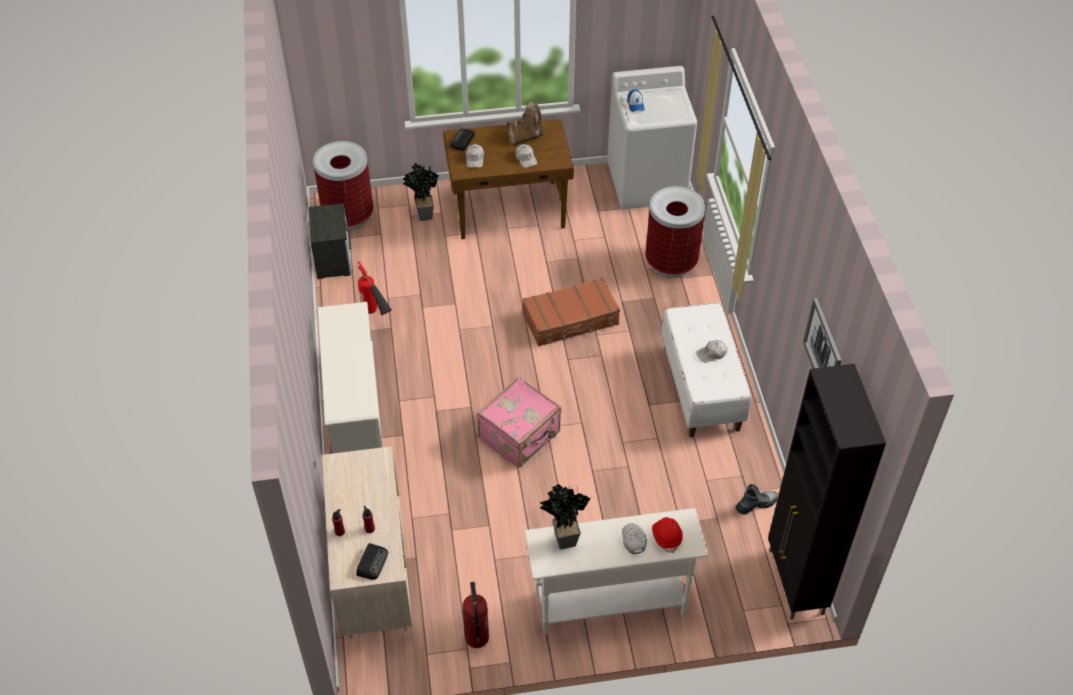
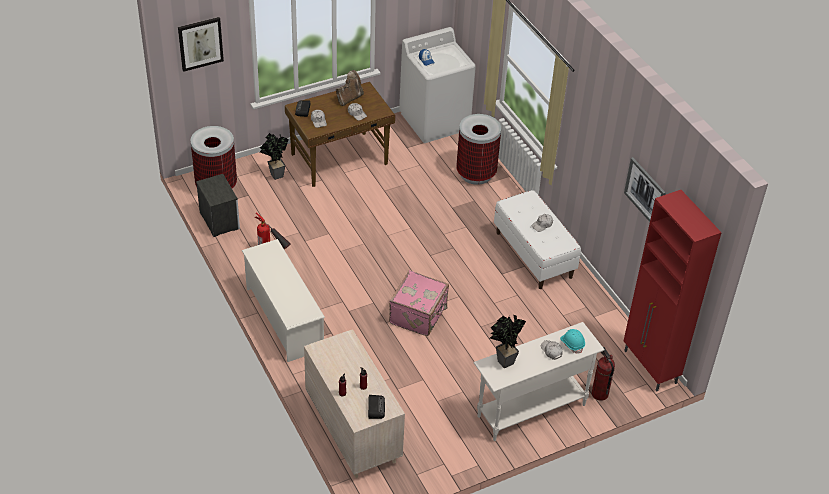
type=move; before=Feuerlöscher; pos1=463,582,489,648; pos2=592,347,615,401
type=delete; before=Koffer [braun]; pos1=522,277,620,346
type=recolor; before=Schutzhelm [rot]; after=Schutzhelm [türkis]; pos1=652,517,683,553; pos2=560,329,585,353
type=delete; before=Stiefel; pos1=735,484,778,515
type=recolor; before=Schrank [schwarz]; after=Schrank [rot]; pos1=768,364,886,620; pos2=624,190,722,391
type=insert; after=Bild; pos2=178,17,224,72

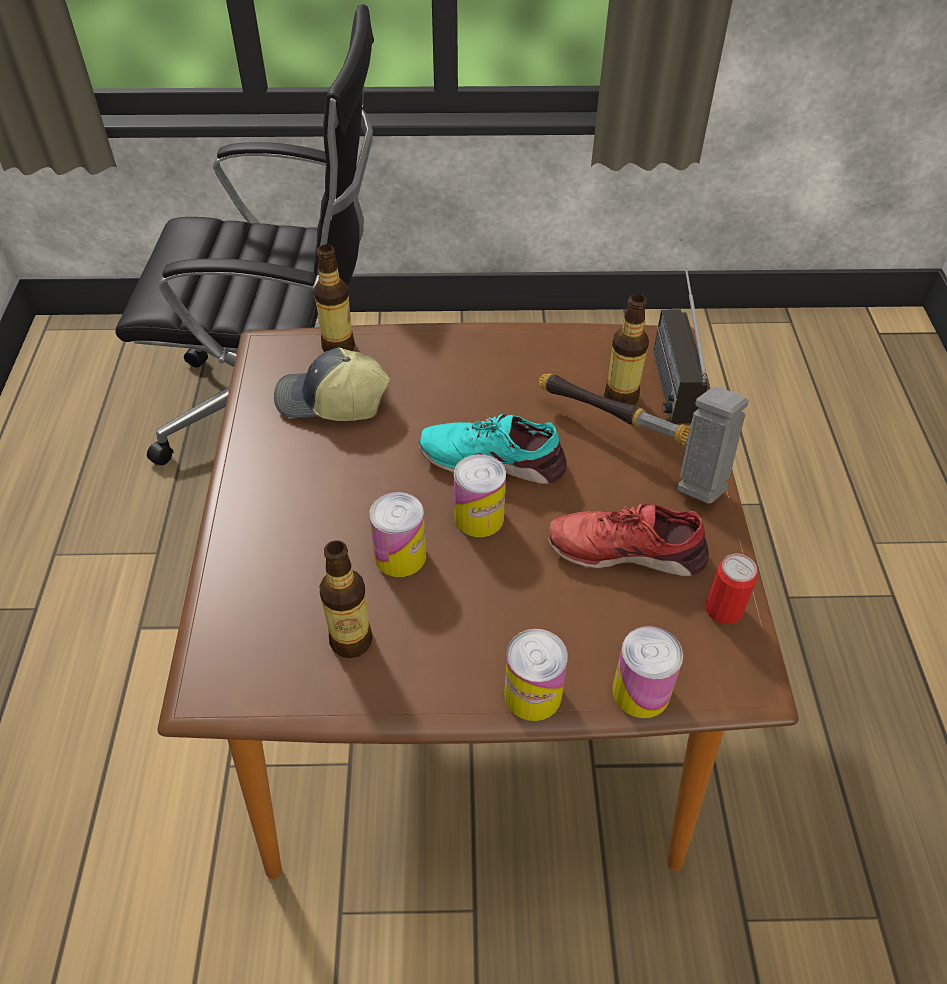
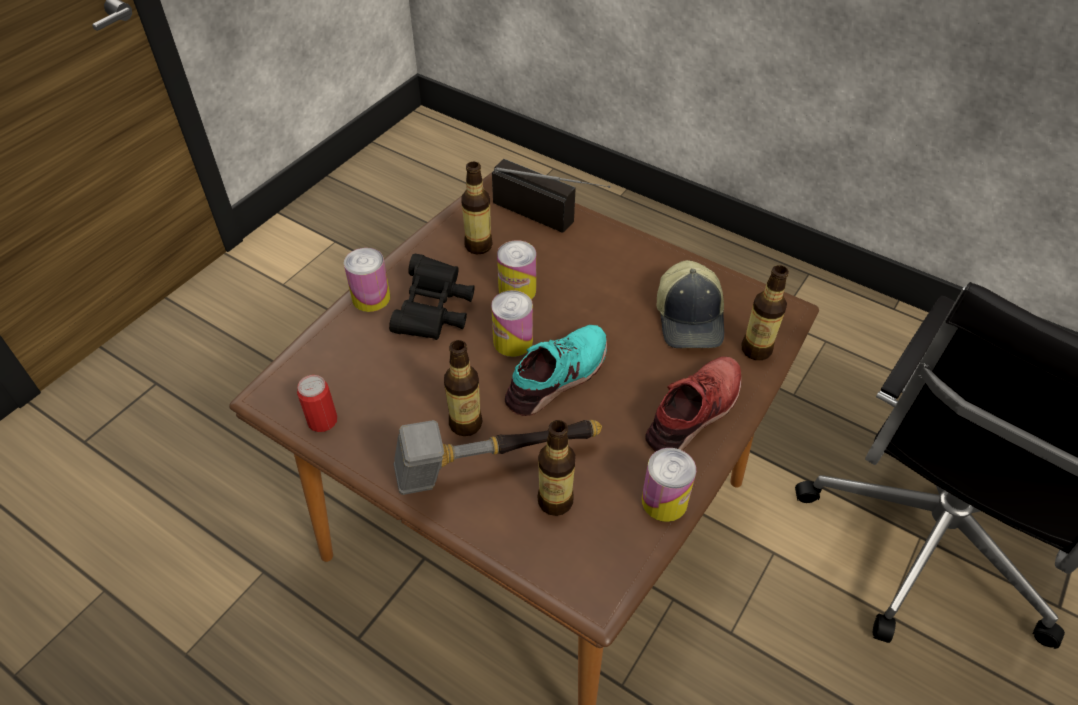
type=rotate; before=Kappe; pos1=274,347,390,421; pos2=656,260,724,348; turn=135
type=move; before=Schuh [rot]; pos1=548,504,709,577; pos2=645,356,742,451
type=move; before=Dose; pos1=612,626,683,718; pos2=642,448,696,522
type=move; before=Radio; pos1=653,238,708,424; pos2=492,159,610,233
type=insert; after=Fernglas [schwarz]; pos2=389,254,475,340
type=insert; after=Flasche; pos2=444,340,483,436

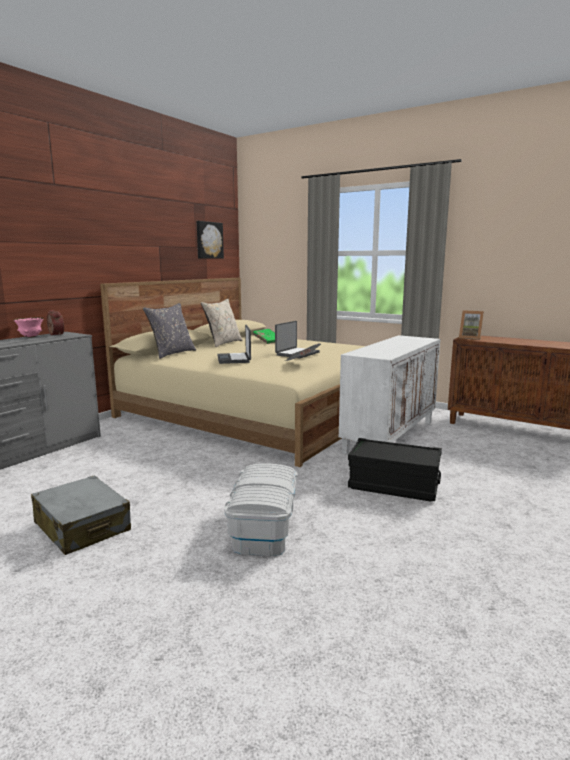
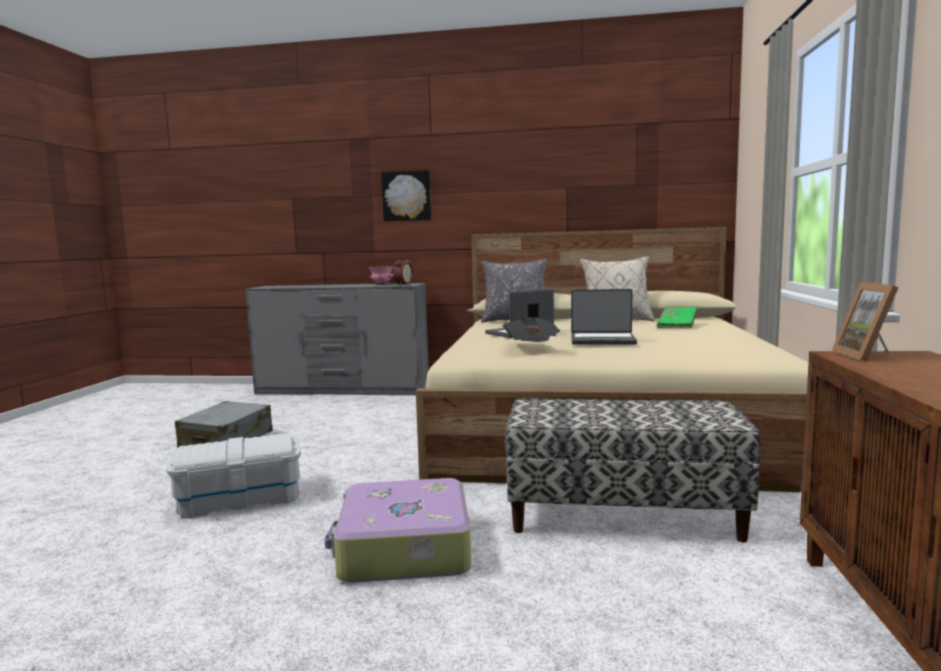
type=move; before=Bild; pos1=197,221,224,259; pos2=381,170,431,221
type=replace; before=Schrank [weiß]; after=Bank; pos1=339,335,440,454; pos2=505,399,761,543
type=replace; before=Aufbewahrungsbox [schwarz]; after=Koffer; pos1=348,438,442,502; pos2=325,478,471,582

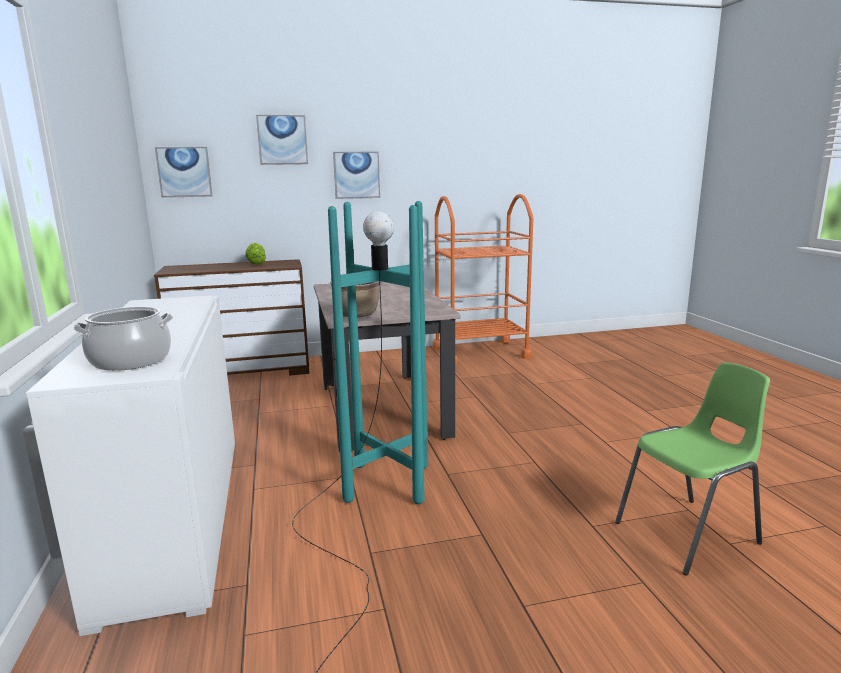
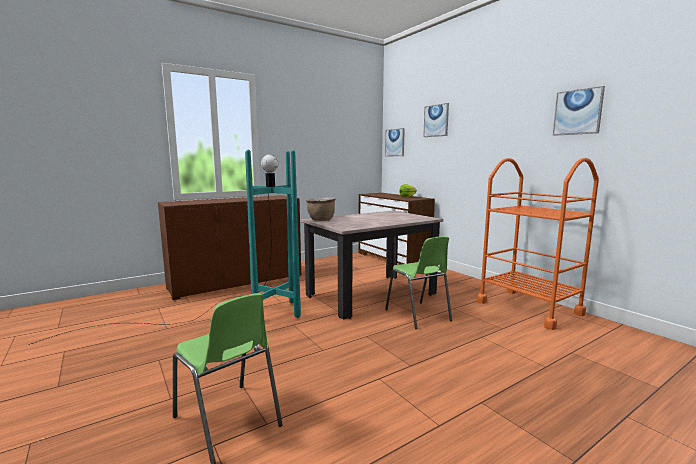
type=recolor; before=Schrank [weiß]; after=Schrank [braun]; pos1=26,295,235,636; pos2=158,195,301,300
type=delete; before=Kochtopf; pos1=73,307,173,371
type=move; before=Bild; pos1=333,151,380,199; pos2=553,86,605,136
type=insert; after=Stuhl [grün]; pos2=385,236,452,329

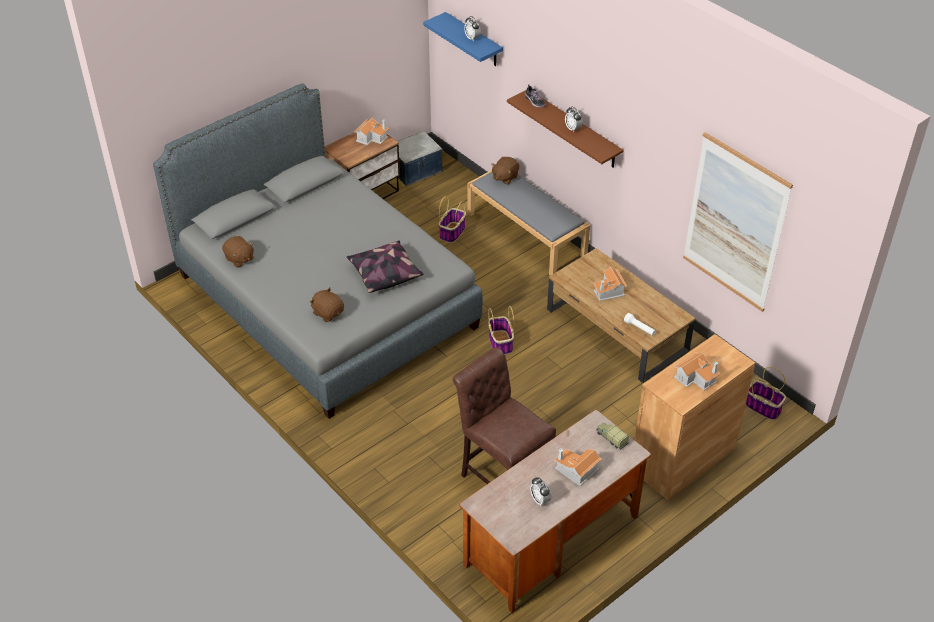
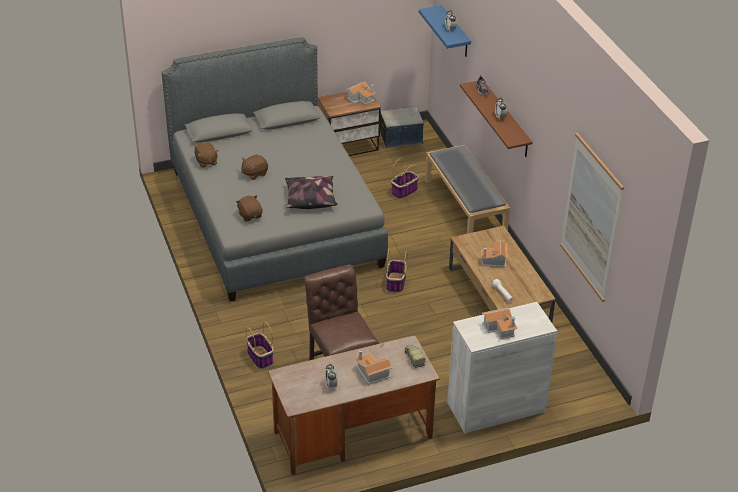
type=move; before=Plüschtier [braun]; pos1=491,157,519,185; pos2=241,154,268,180
type=recolor; before=Schrank [braun]; after=Schrank [weiß]; pos1=635,334,755,500; pos2=447,302,557,433
type=move; before=Korb; pos1=745,367,786,420; pos2=246,321,274,369

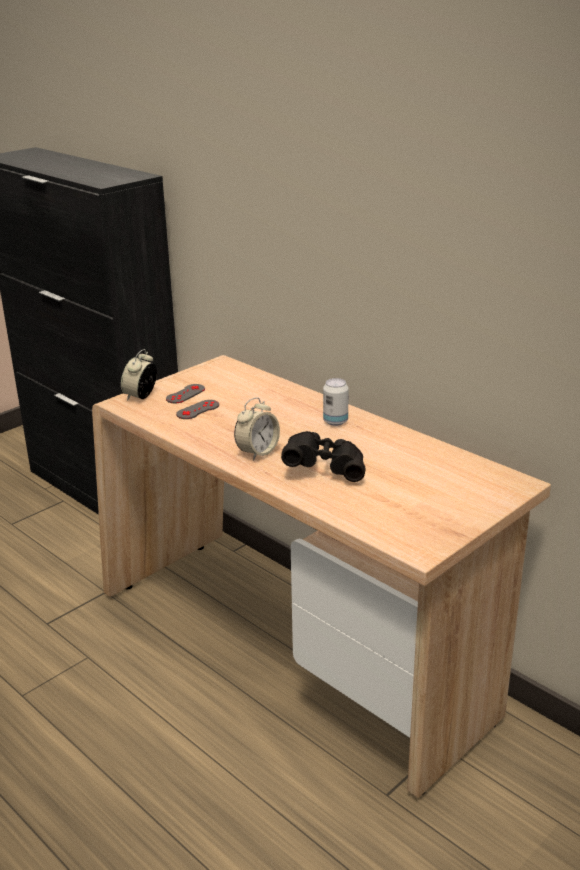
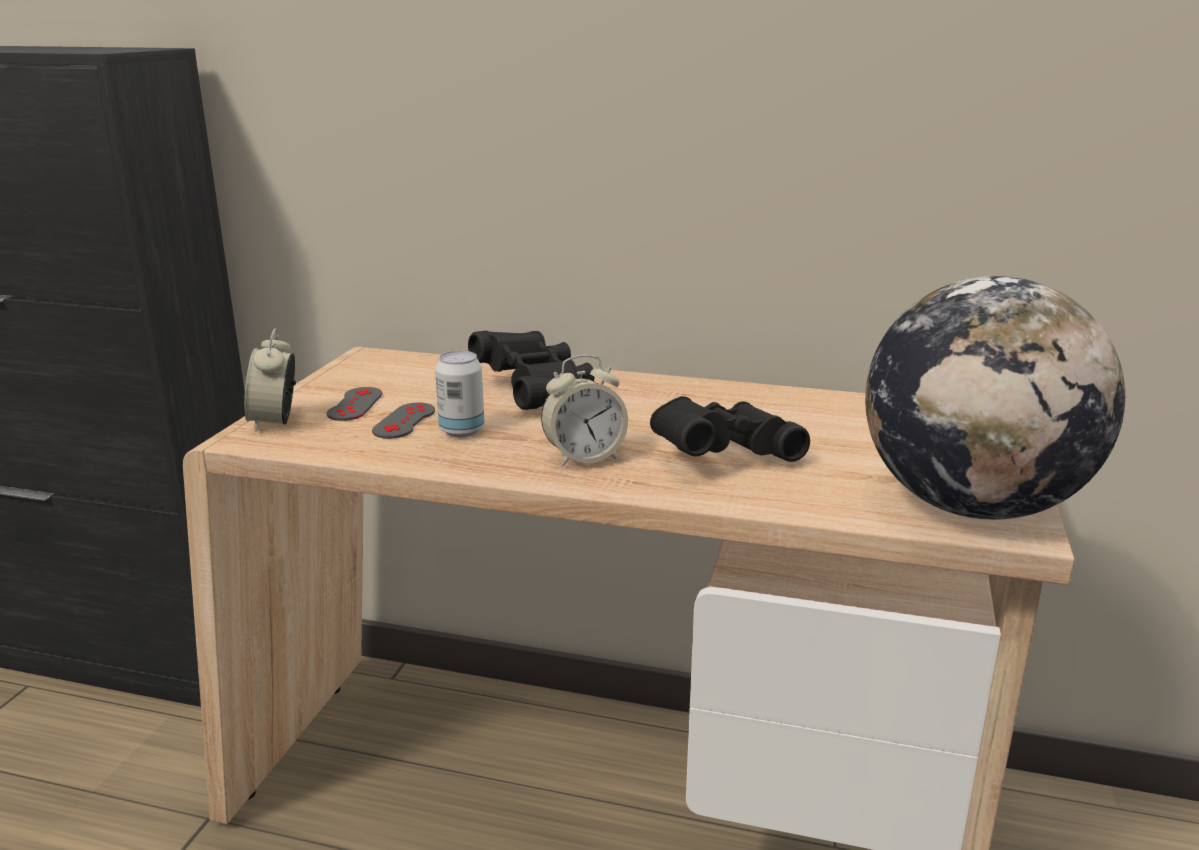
type=rotate; before=Wecker; pos1=234,397,280,460; pos2=541,355,628,467; turn=60
type=move; before=Dose; pos1=323,378,349,426; pos2=435,351,485,437
type=insert; after=Fernglas [schwarz]; pos2=468,331,594,410
type=insert; after=Globus; pos2=865,276,1125,520

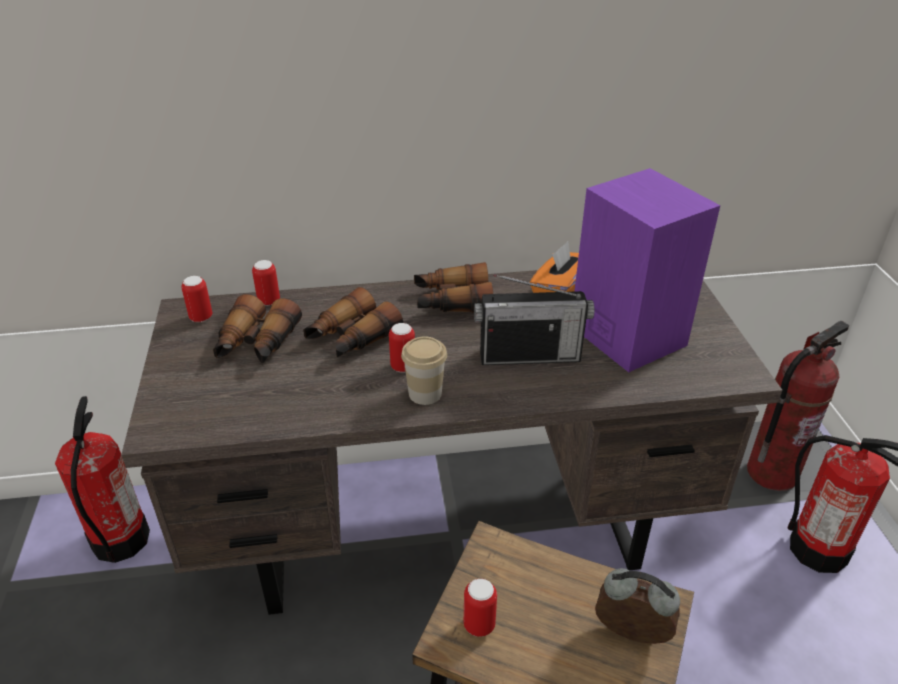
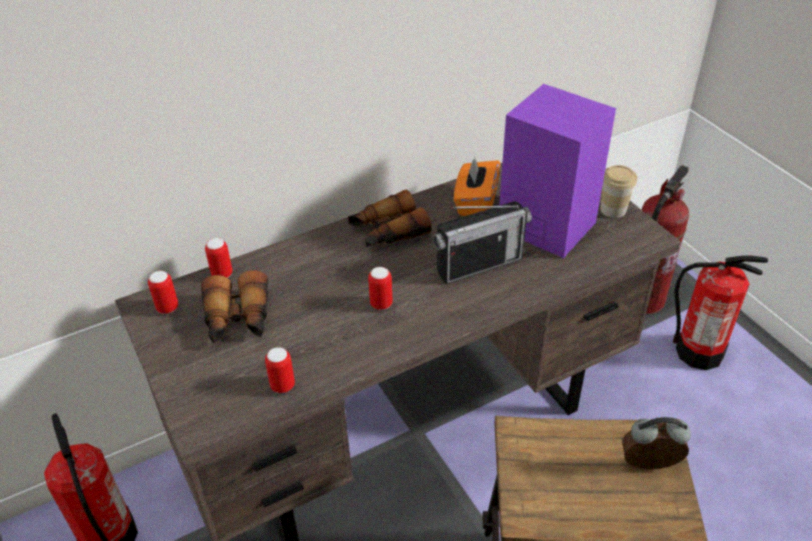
type=delete; before=Fernglas; pos1=303,287,403,357
type=move; before=Tasse; pos1=401,337,447,405; pos2=601,165,637,218
type=move; before=Dose; pos1=464,579,497,637; pos2=265,347,295,393

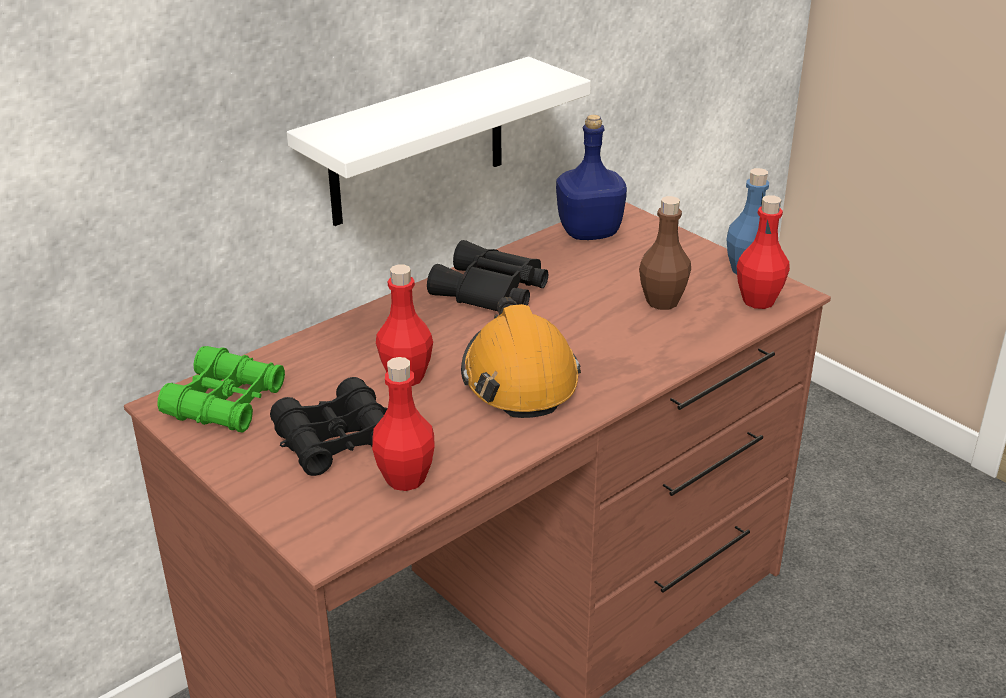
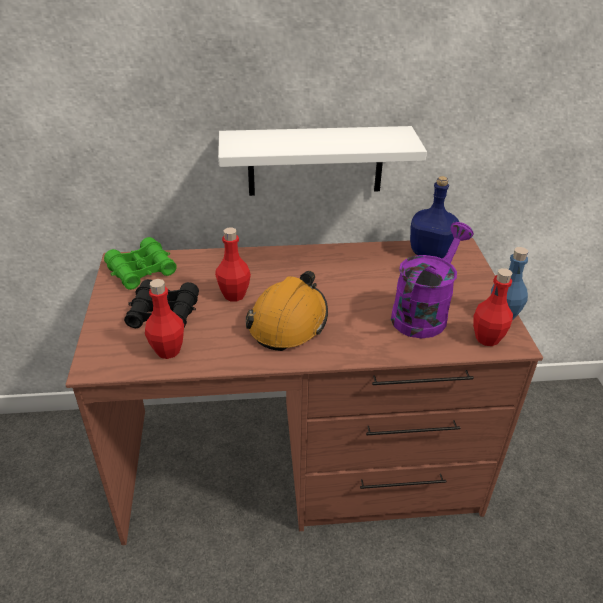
type=delete; before=Fernglas [schwarz]; pos1=427,240,548,311
type=replace; before=Flasche [braun]; after=Gießkanne [lila]; pos1=639,196,691,310; pos2=391,222,474,338

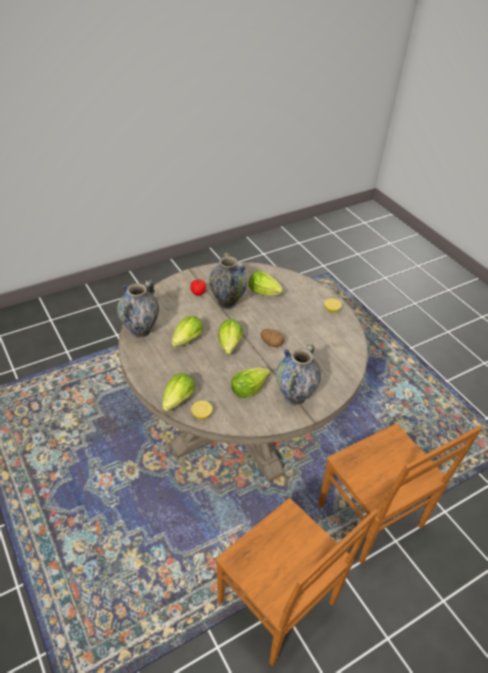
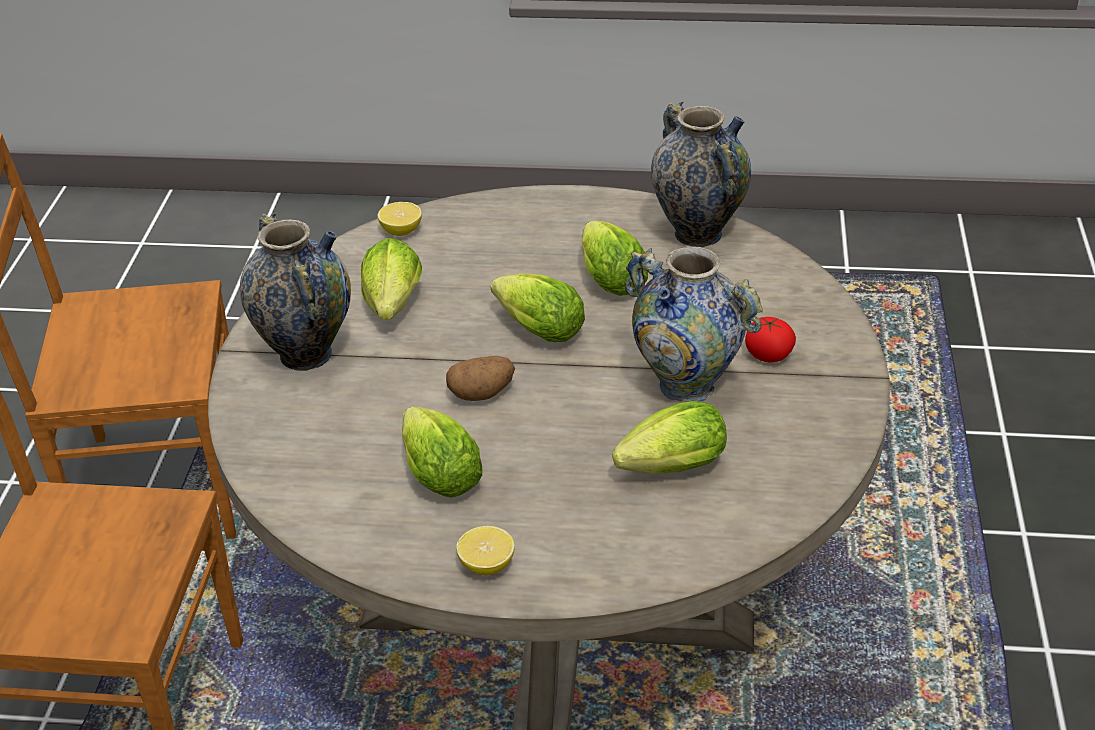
type=move; before=Salatkopf; pos1=162,373,195,411; pos2=402,406,482,498

